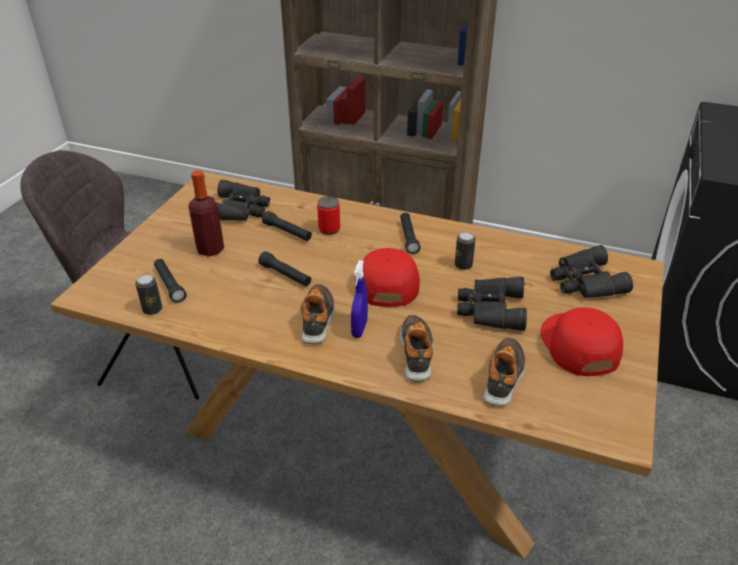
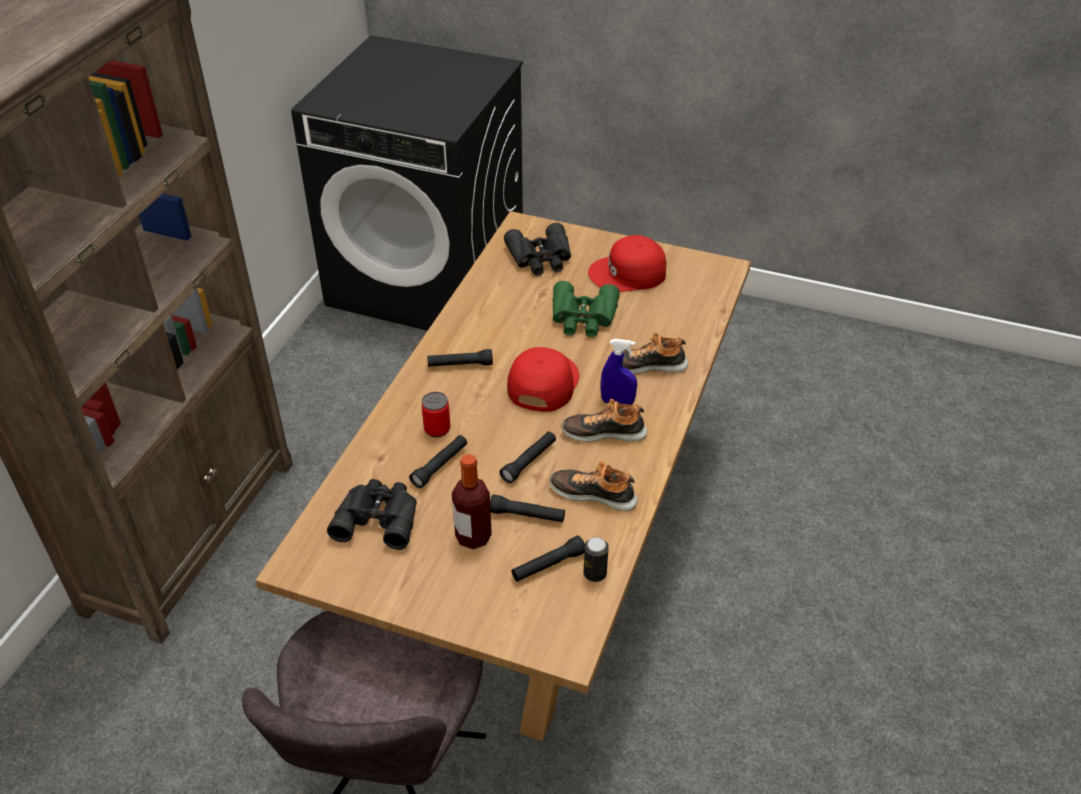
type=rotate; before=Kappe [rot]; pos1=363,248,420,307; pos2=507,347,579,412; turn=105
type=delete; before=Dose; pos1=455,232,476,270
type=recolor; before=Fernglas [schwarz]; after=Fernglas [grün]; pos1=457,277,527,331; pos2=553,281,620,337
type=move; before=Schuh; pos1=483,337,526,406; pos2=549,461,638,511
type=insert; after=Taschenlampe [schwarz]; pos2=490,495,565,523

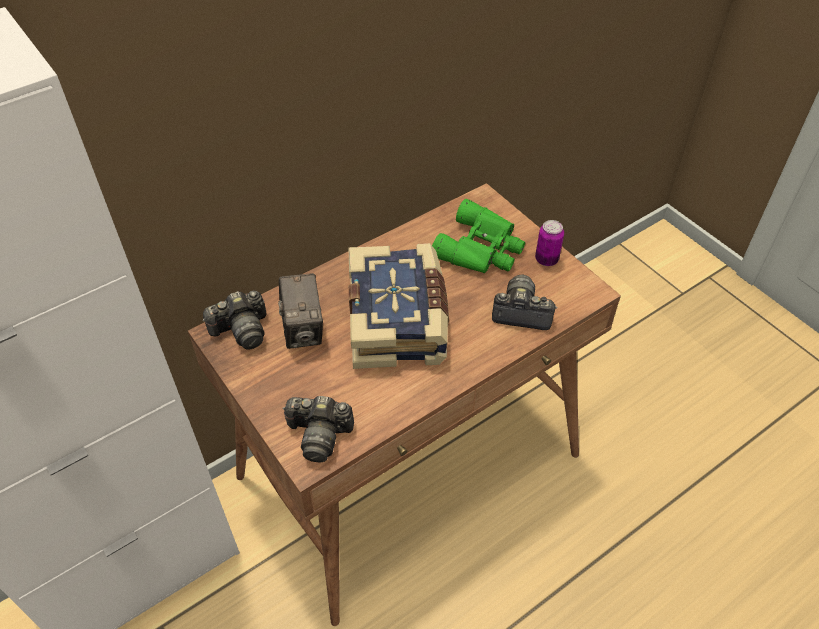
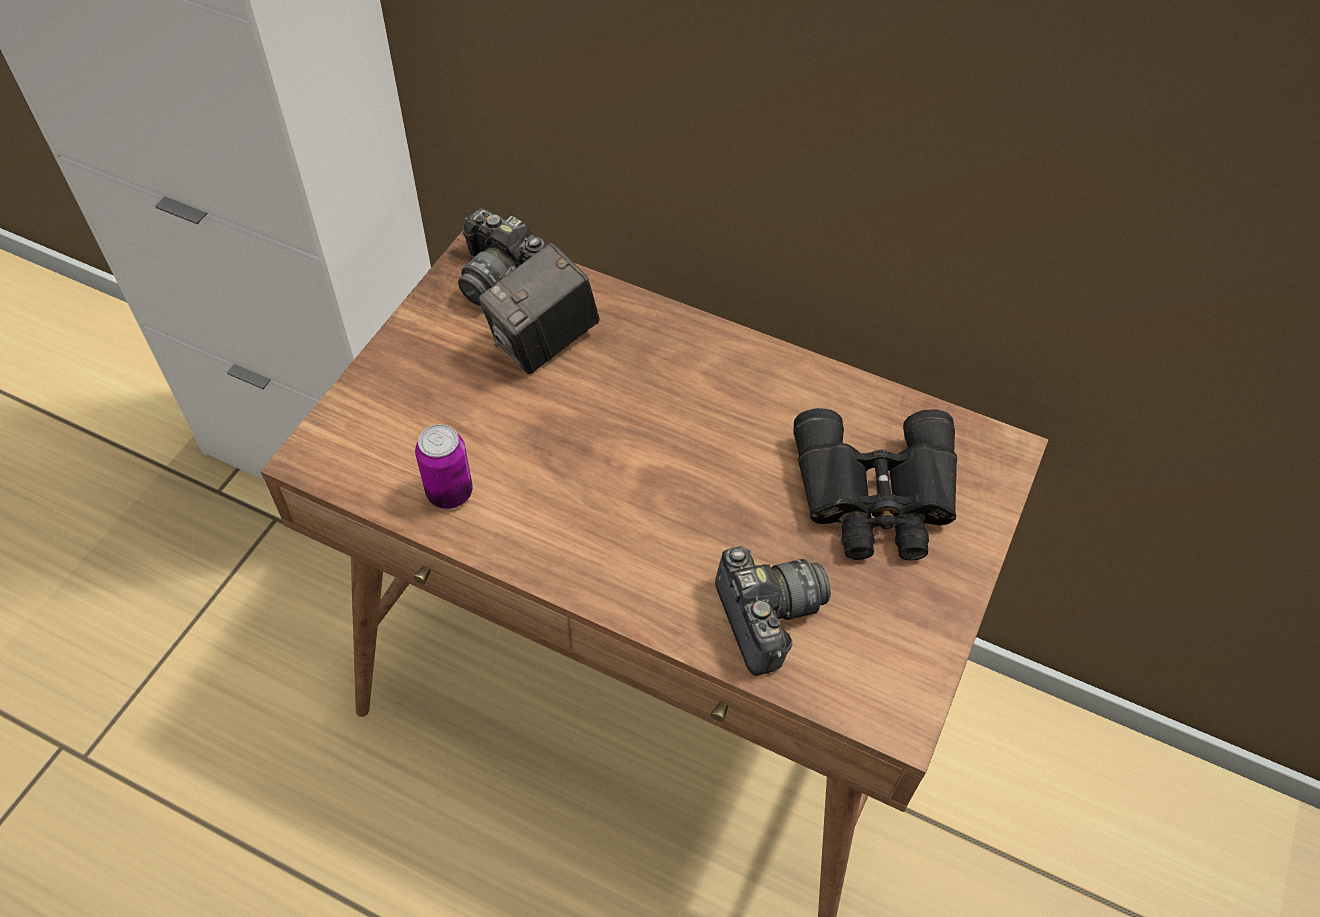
type=delete; before=Kamera; pos1=282,396,354,463
type=delete; before=Buch; pos1=349,243,449,369
type=recolor; before=Fernglas [grün]; after=Fernglas [schwarz]; pos1=432,199,525,273; pos2=794,408,957,560
type=move; before=Dose; pos1=535,220,564,266; pos2=415,424,473,509

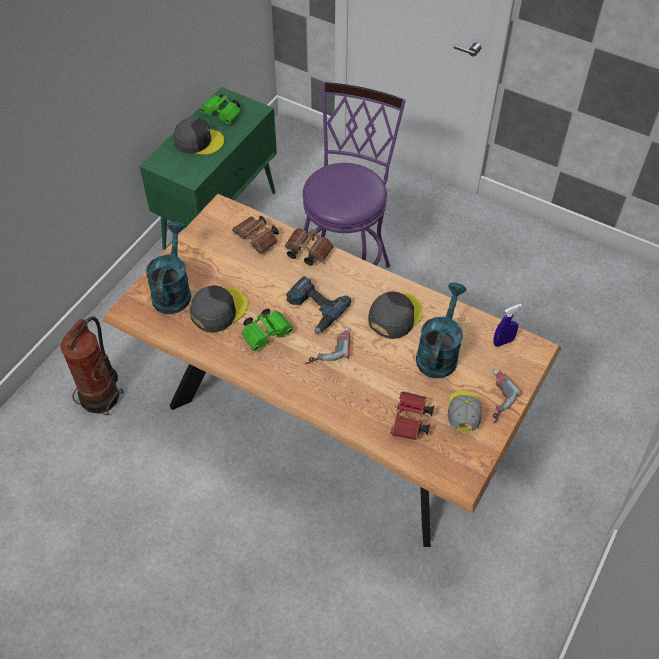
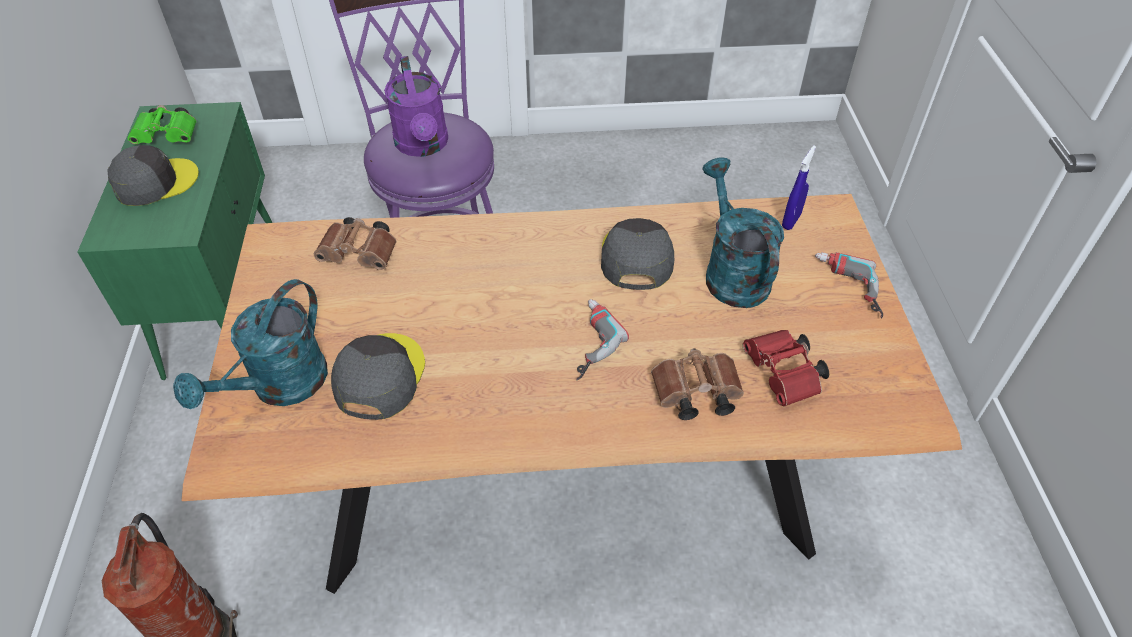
type=rotate; before=Gießkanne [türkis]; pos1=146,221,191,314; pos2=173,279,328,409; turn=-120
type=delete; before=Fernglas [grün]; pos1=241,309,294,351
type=move; before=Fernglas [braun]; pos1=285,228,334,266; pos2=651,348,744,420
type=delete; before=Bohrmaschine; pos1=286,276,351,334
type=delete; before=Kappe; pos1=448,391,482,431
type=insert; after=Gießkanne [lila]; pos2=384,56,448,157

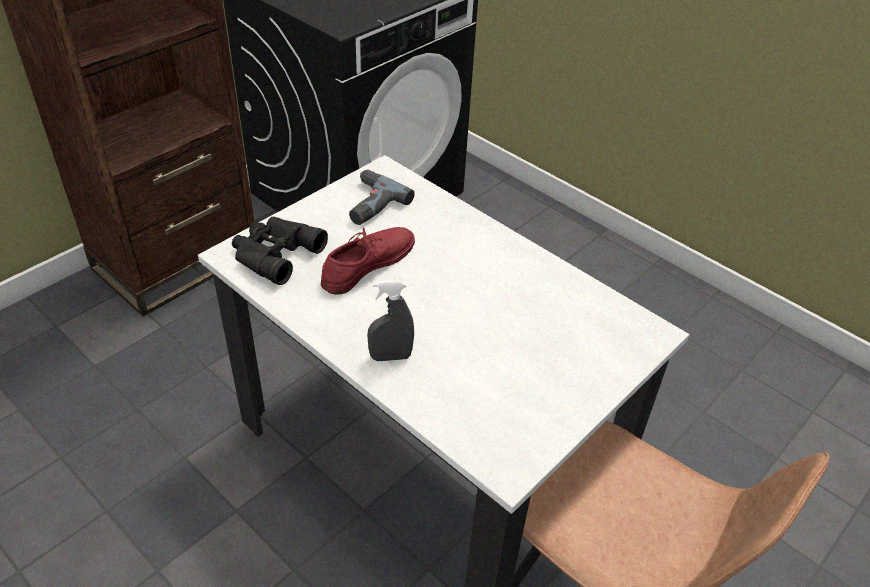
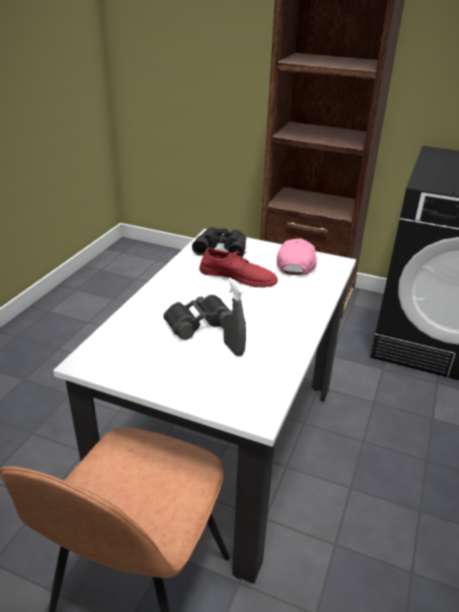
type=replace; before=Bohrmaschine; after=Kappe [rosa]; pos1=349,170,415,225; pos2=277,238,317,276
type=move; before=Sprühflasche [grau]; pos1=367,280,414,361; pos2=223,278,246,356
type=insert; after=Fernglas [schwarz]; pos2=163,295,232,340

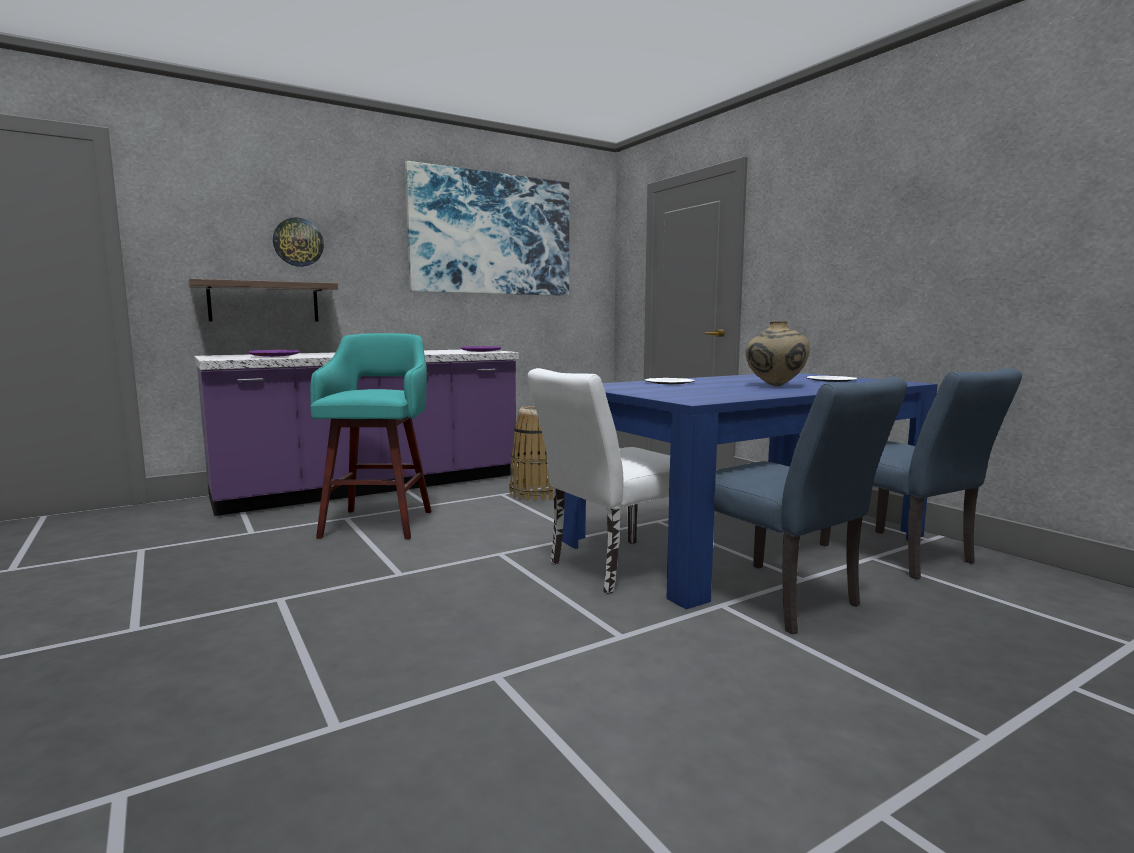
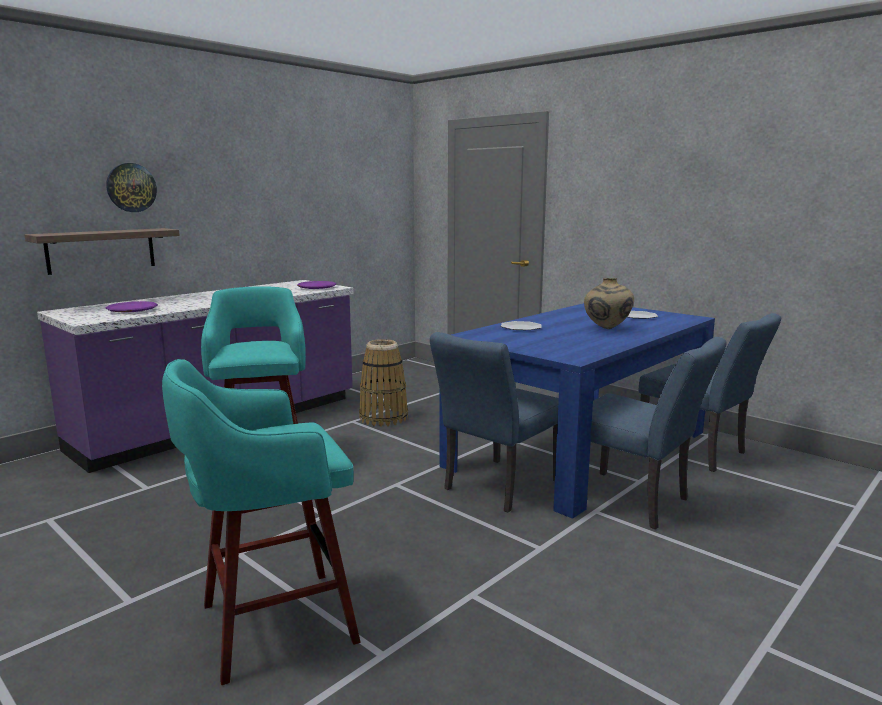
type=delete; before=Bild; pos1=405,161,569,296
type=recolor; before=Stuhl [weiß]; after=Stuhl [blau]; pos1=528,368,670,594; pos2=430,332,559,512
type=insert; after=Hocker [türkis]; pos2=162,359,360,685

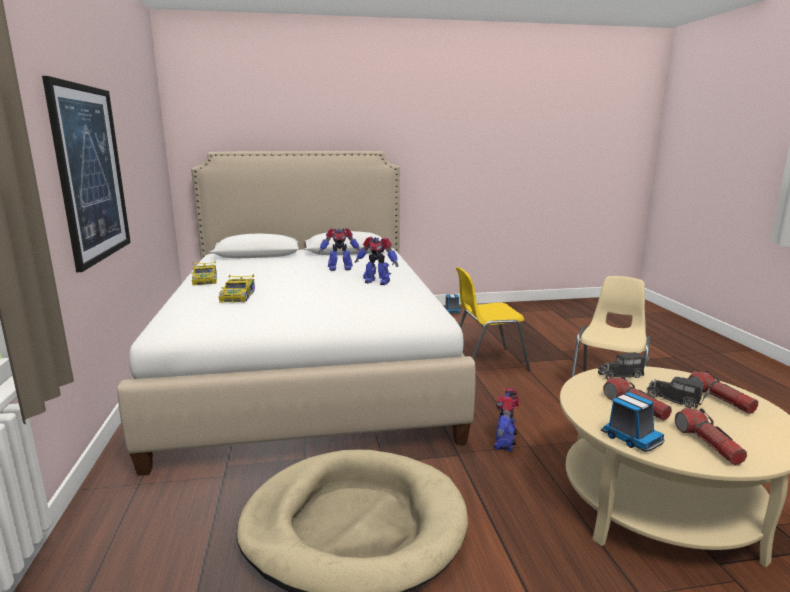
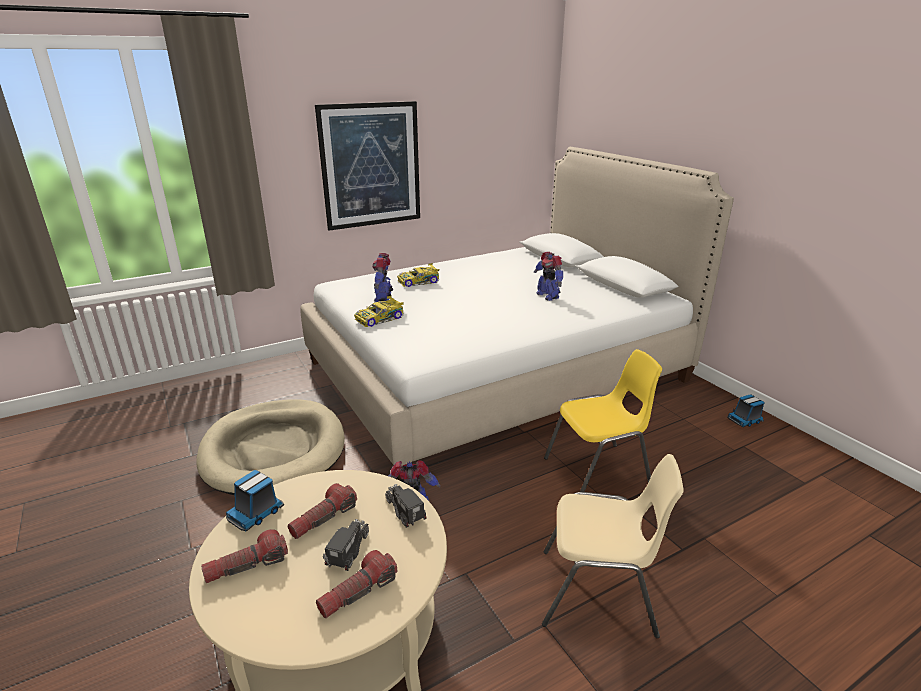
type=move; before=Spielzeugauto; pos1=191,262,217,285; pos2=354,296,404,327
type=move; before=Spielzeugroboter; pos1=355,237,398,285; pos2=372,253,393,302
type=rotate; before=Stuhl [gelb]; pos1=456,267,530,371; pos2=544,349,662,492; turn=105

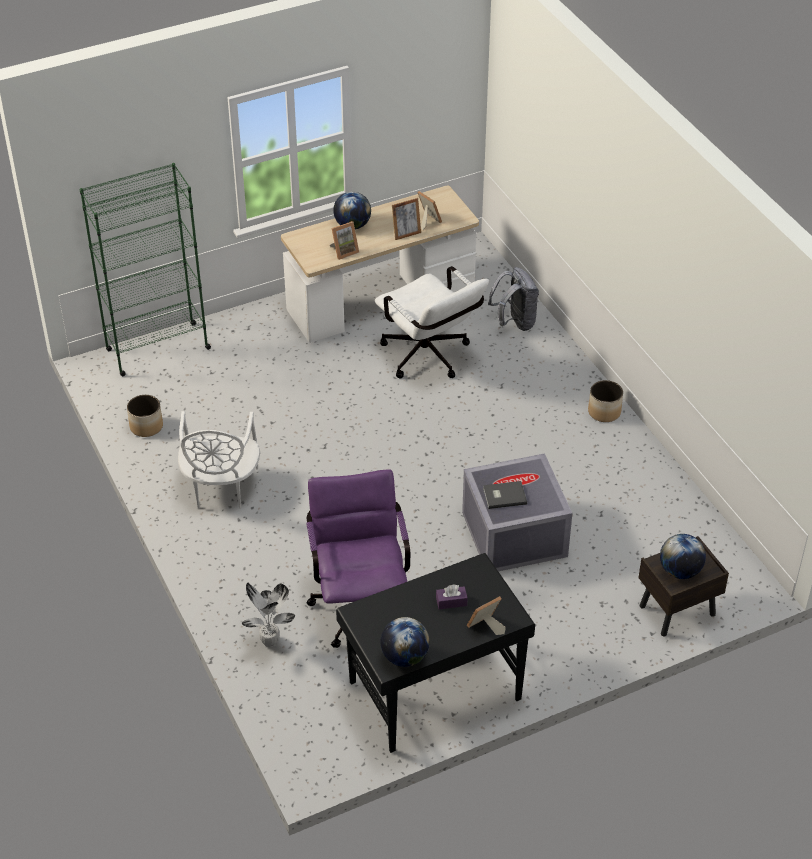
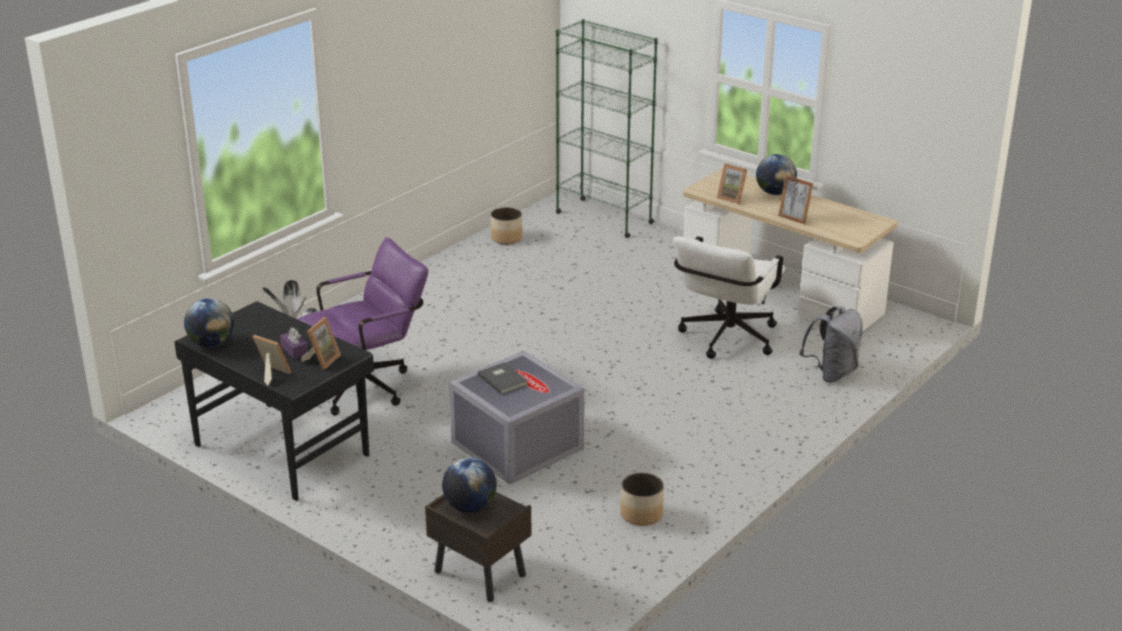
type=delete; before=Stuhl [weiß]; pos1=178,411,260,509
type=move; before=Bilderrahmen; pos1=417,191,442,230; pos2=301,317,341,370
type=move; before=Pflanzkübel; pos1=588,380,623,422; pos2=620,473,664,526

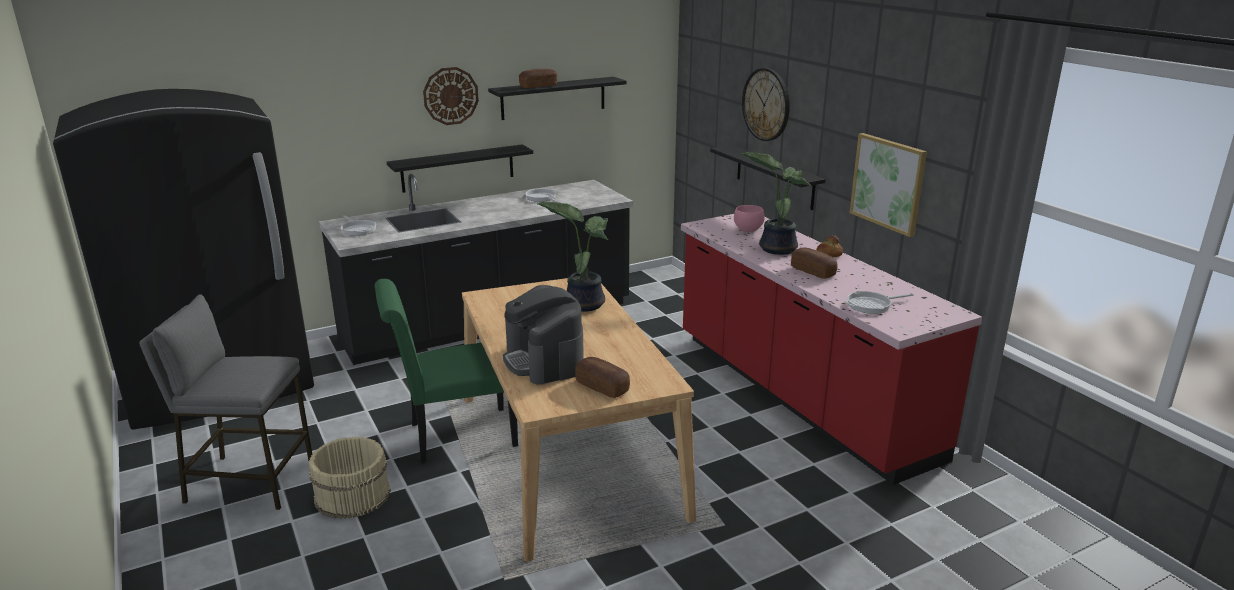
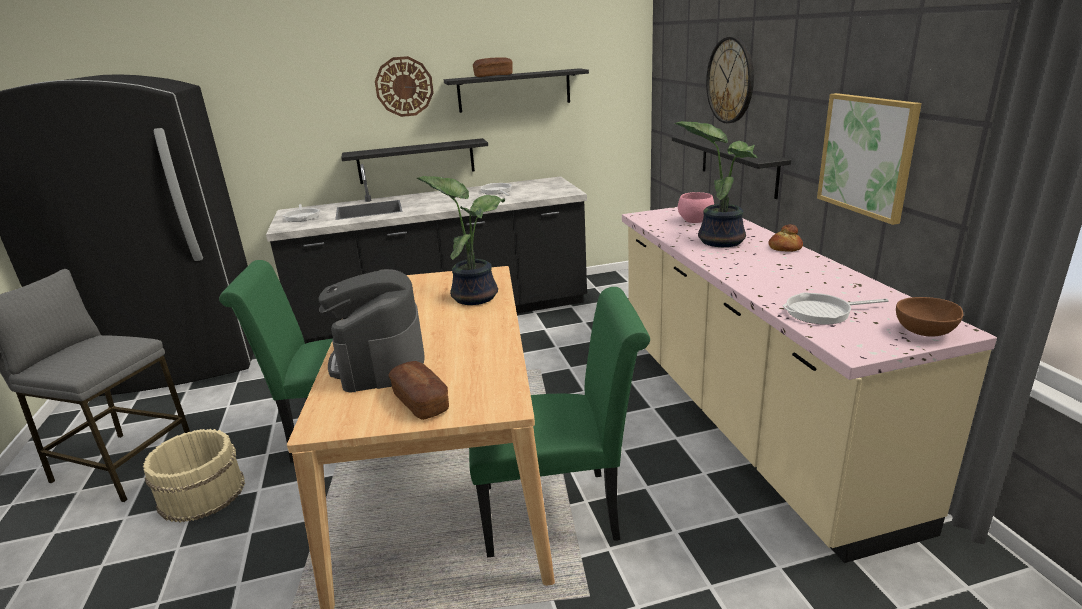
type=recolor; before=Küchenzeile [rot]; after=Küchenzeile [beige]; pos1=681,214,982,485; pos2=622,207,997,563
type=delete; before=Brot; pos1=791,248,838,279
type=insert; after=Stuhl [grün]; pos2=469,287,650,557
type=insert; after=Schüssel [braun]; pos2=896,297,964,337

